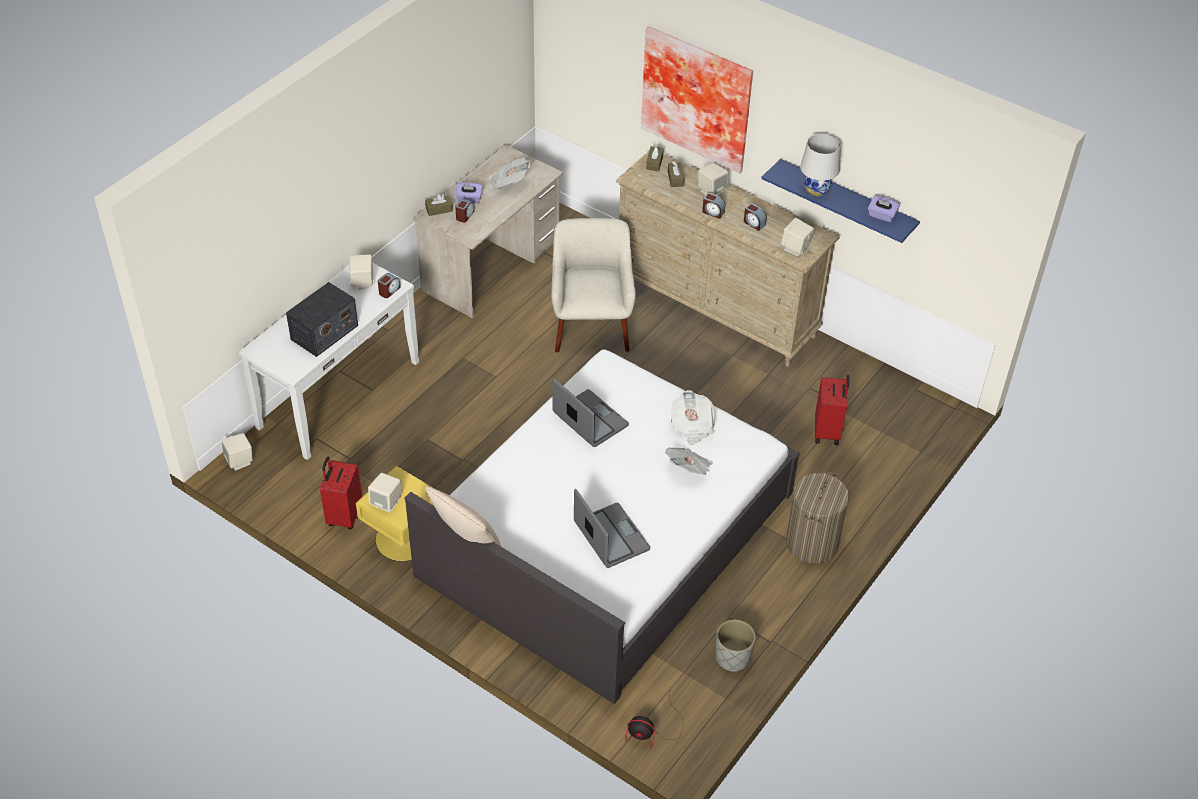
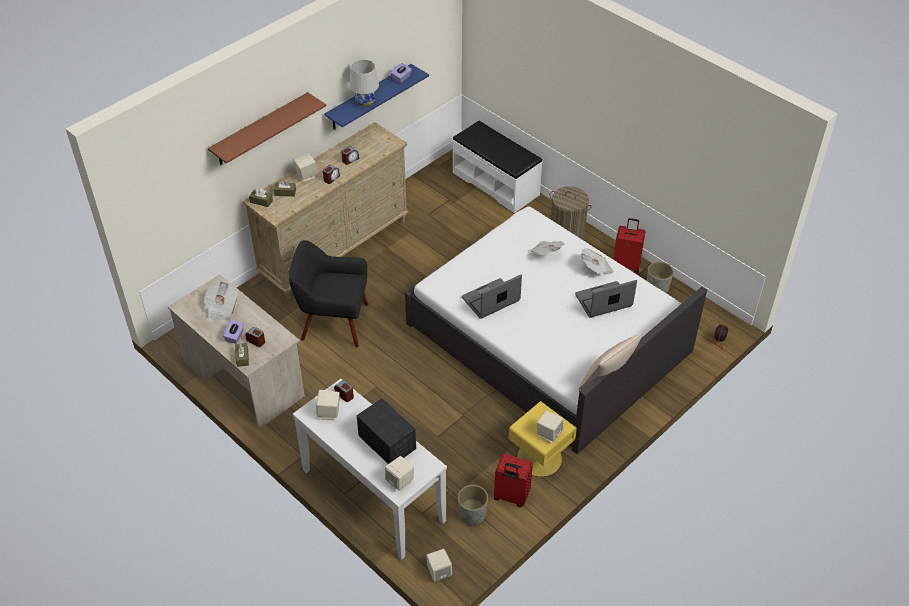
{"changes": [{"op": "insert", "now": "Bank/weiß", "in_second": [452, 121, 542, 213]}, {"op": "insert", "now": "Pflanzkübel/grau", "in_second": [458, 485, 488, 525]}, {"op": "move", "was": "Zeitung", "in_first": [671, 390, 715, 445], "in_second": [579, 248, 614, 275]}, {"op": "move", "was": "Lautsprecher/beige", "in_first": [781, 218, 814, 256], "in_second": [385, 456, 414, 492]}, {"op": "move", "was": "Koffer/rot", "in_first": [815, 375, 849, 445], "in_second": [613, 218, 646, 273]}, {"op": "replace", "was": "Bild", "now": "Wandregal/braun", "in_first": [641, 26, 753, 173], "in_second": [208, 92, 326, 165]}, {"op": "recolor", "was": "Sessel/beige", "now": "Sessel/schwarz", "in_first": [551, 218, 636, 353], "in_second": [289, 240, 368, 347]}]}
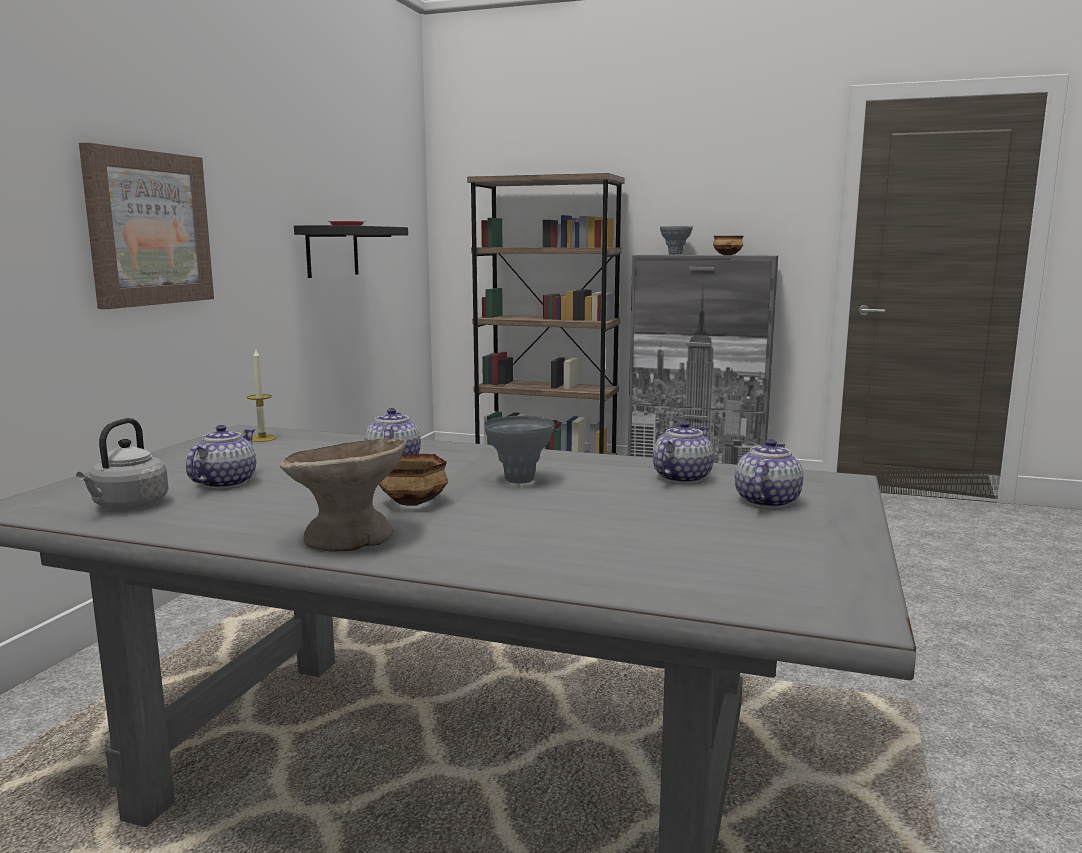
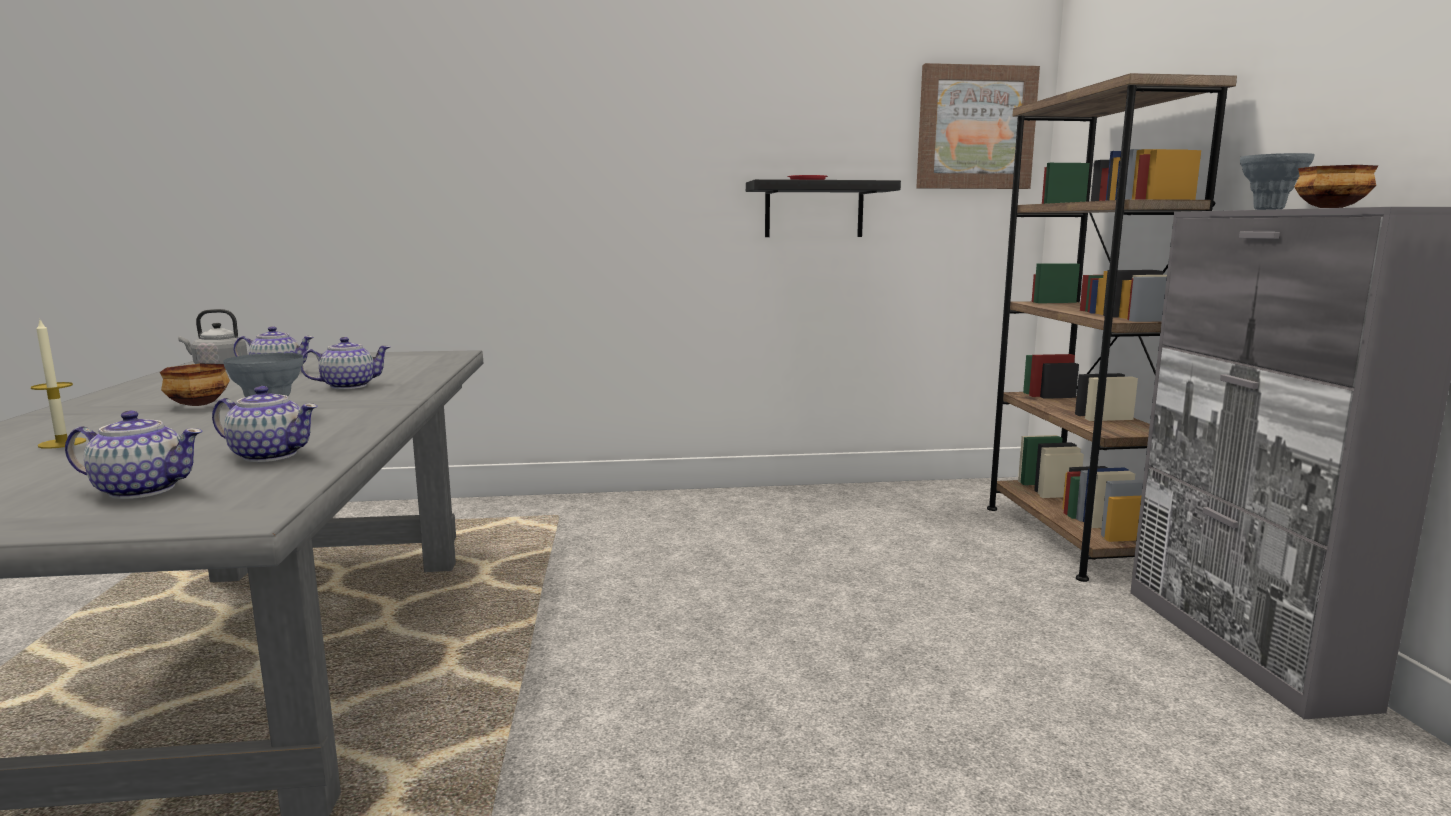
{"changes": [{"op": "delete", "was": "Schüssel/beige", "in_first": [279, 438, 407, 552]}, {"op": "move", "was": "Bild", "in_first": [79, 142, 214, 309], "in_second": [916, 63, 1040, 189]}, {"op": "move", "was": "Kerze", "in_first": [247, 350, 277, 442], "in_second": [31, 318, 86, 449]}]}
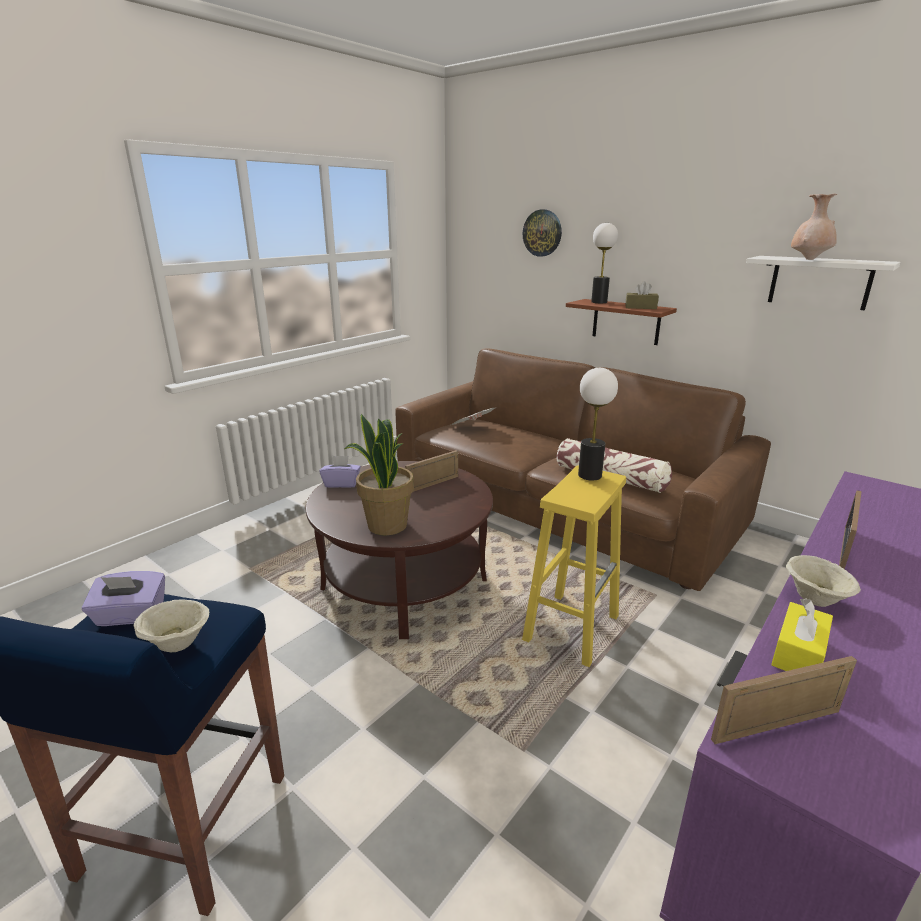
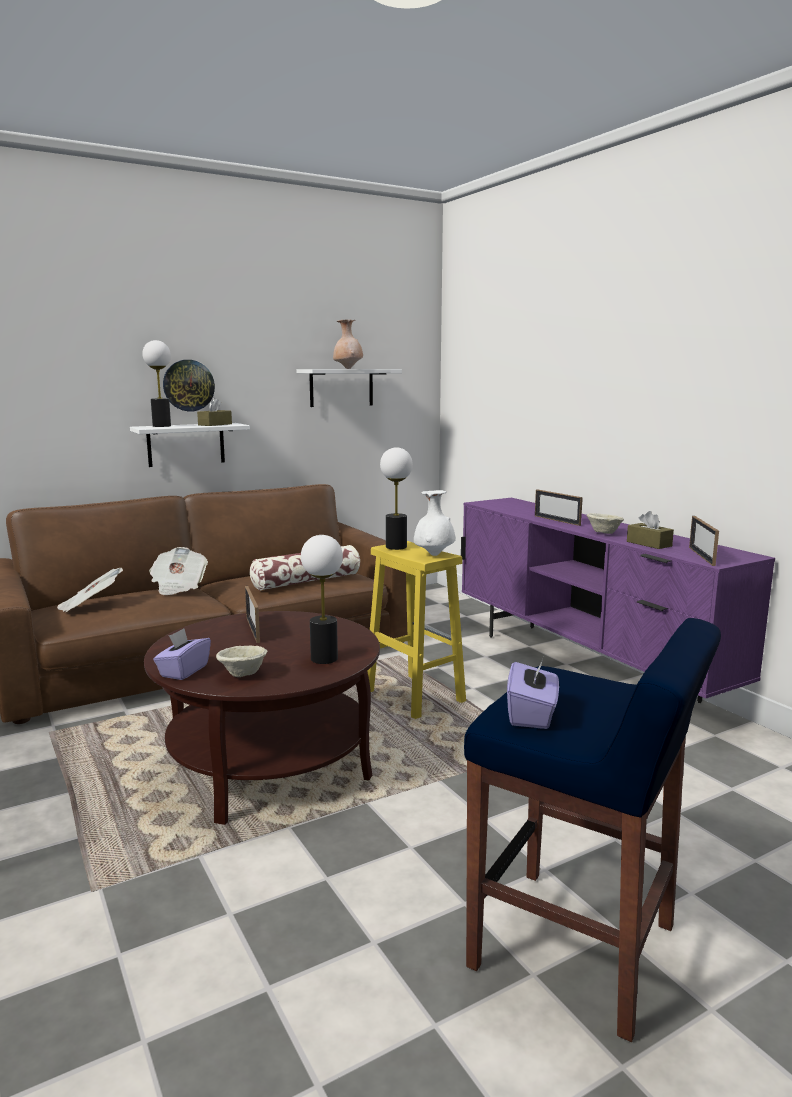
{"changes": [{"op": "insert", "now": "Zeitung", "in_second": [149, 547, 208, 595]}, {"op": "insert", "now": "Vase/weiß", "in_second": [414, 490, 456, 556]}, {"op": "move", "was": "Schüssel/beige", "in_first": [134, 600, 209, 652], "in_second": [216, 646, 267, 677]}, {"op": "move", "was": "Wanduhr", "in_first": [523, 210, 562, 257], "in_second": [163, 360, 215, 412]}, {"op": "replace", "was": "Topfpflanze", "now": "Tischlampe", "in_first": [345, 414, 414, 535], "in_second": [301, 535, 343, 664]}, {"op": "recolor", "was": "Wandregal/braun", "now": "Wandregal/weiß", "in_first": [566, 299, 677, 345], "in_second": [130, 423, 250, 467]}, {"op": "recolor", "was": "Taschentuchbox/gelb", "now": "Taschentuchbox/braun", "in_first": [771, 598, 833, 671], "in_second": [627, 511, 674, 549]}]}
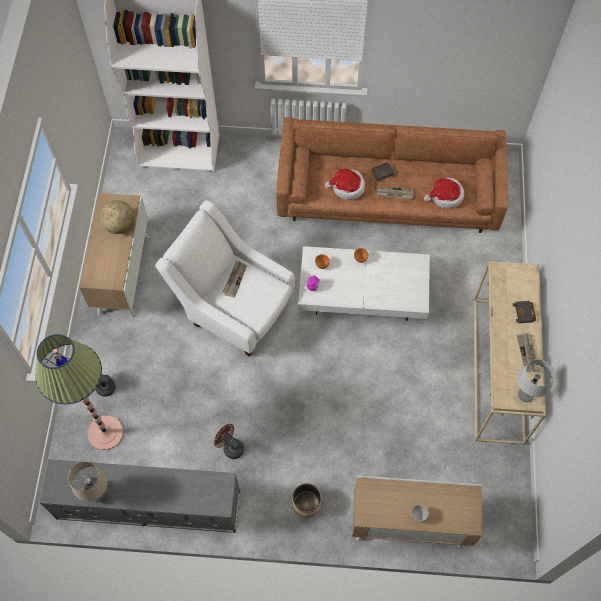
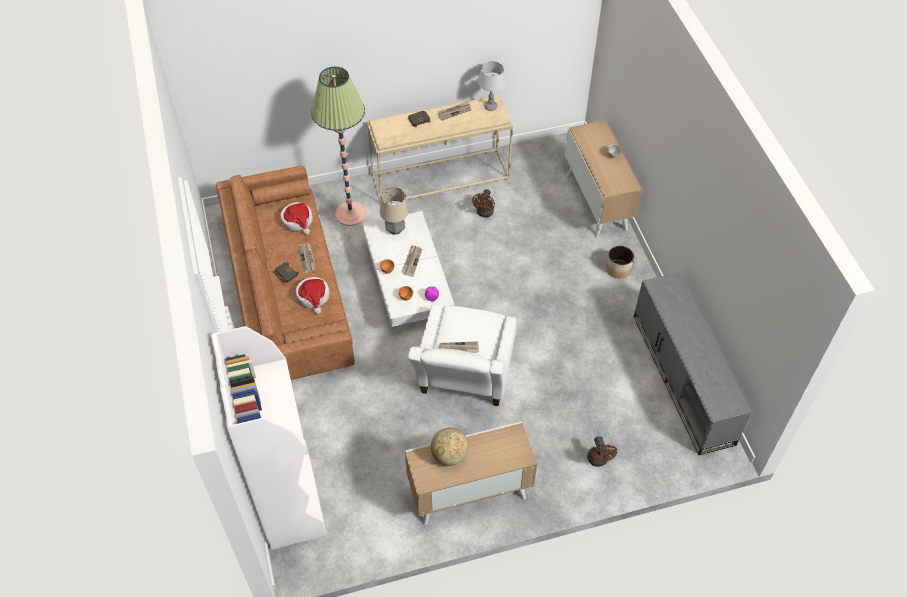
{"changes": [{"op": "insert", "now": "Zeitung", "in_second": [401, 245, 422, 277]}, {"op": "move", "was": "Stehlampe", "in_first": [35, 334, 123, 450], "in_second": [311, 67, 366, 226]}, {"op": "move", "was": "Tischlampe", "in_first": [68, 461, 108, 503], "in_second": [380, 187, 408, 235]}, {"op": "move", "was": "Ventilator/braun", "in_first": [214, 424, 244, 459], "in_second": [472, 189, 495, 217]}]}
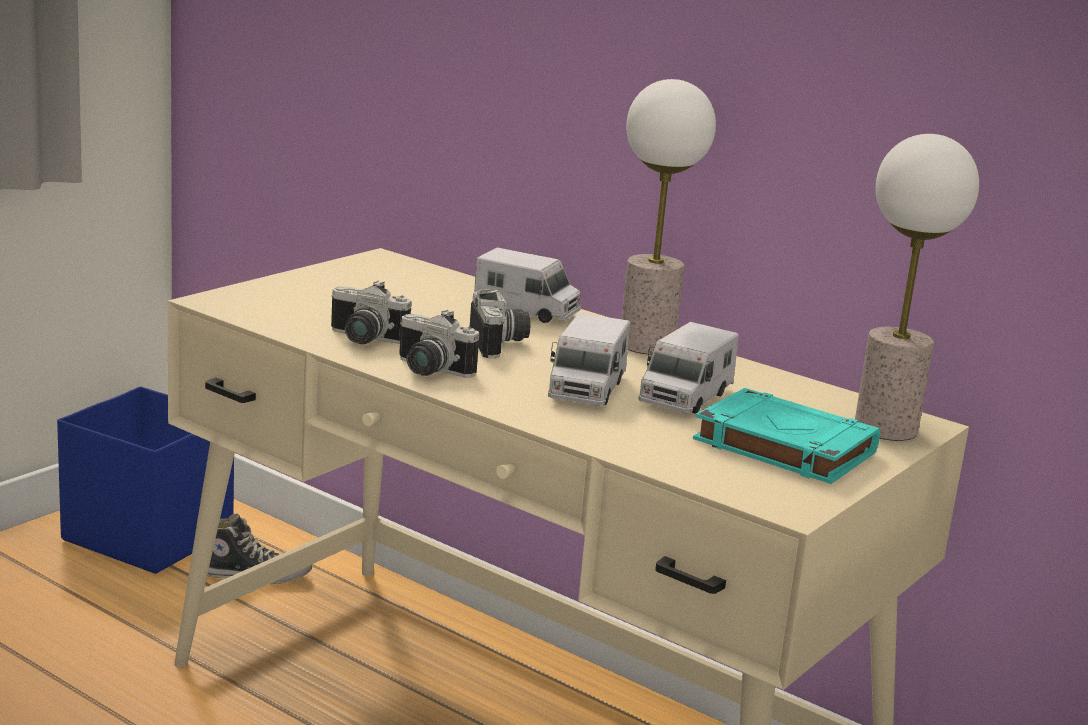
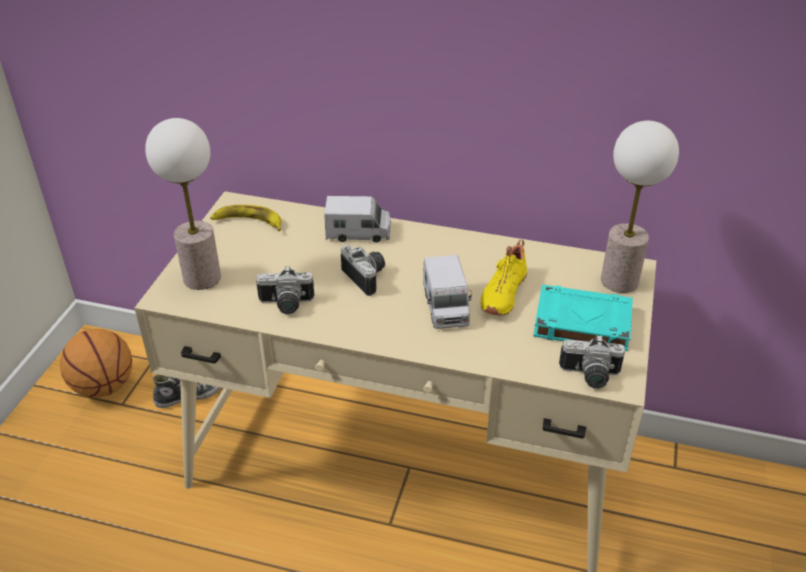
{"changes": [{"op": "insert", "now": "Banane", "in_second": [210, 205, 282, 231]}, {"op": "move", "was": "Kamera", "in_first": [399, 310, 479, 378], "in_second": [559, 335, 625, 389]}, {"op": "move", "was": "Tischlampe", "in_first": [621, 79, 716, 355], "in_second": [145, 118, 221, 290]}, {"op": "replace", "was": "Aufbewahrungsbox/blau", "now": "Basketball", "in_first": [57, 387, 234, 574], "in_second": [60, 329, 132, 398]}, {"op": "replace", "was": "Spielzeuglaster", "now": "Schuh/gelb", "in_first": [639, 322, 739, 414], "in_second": [481, 240, 527, 316]}]}
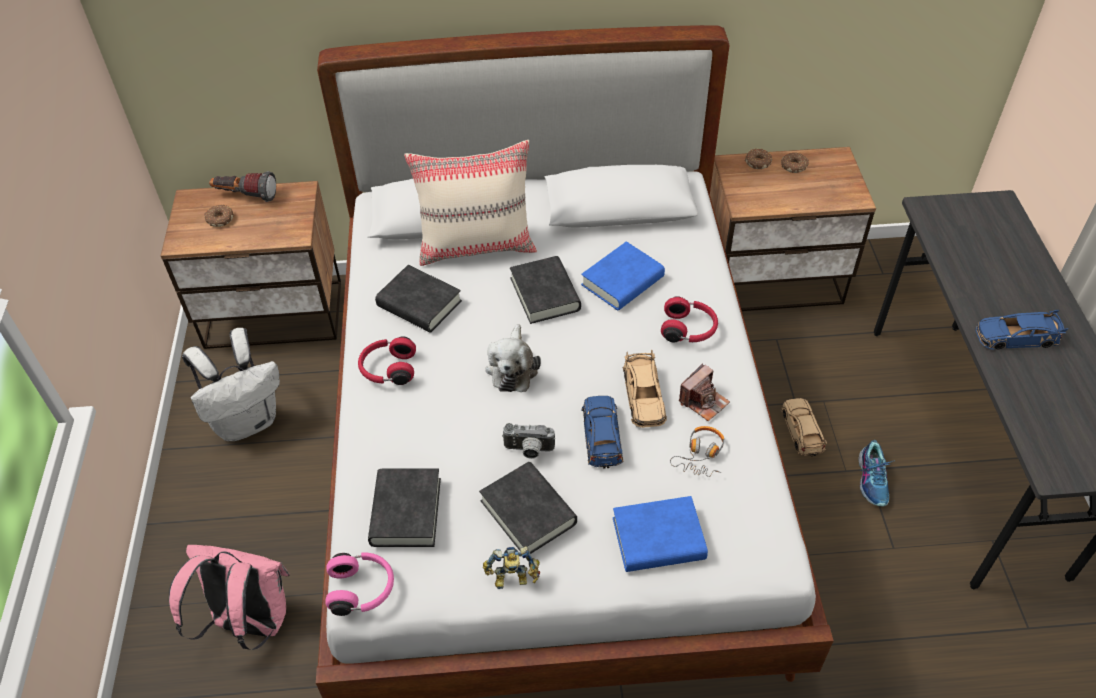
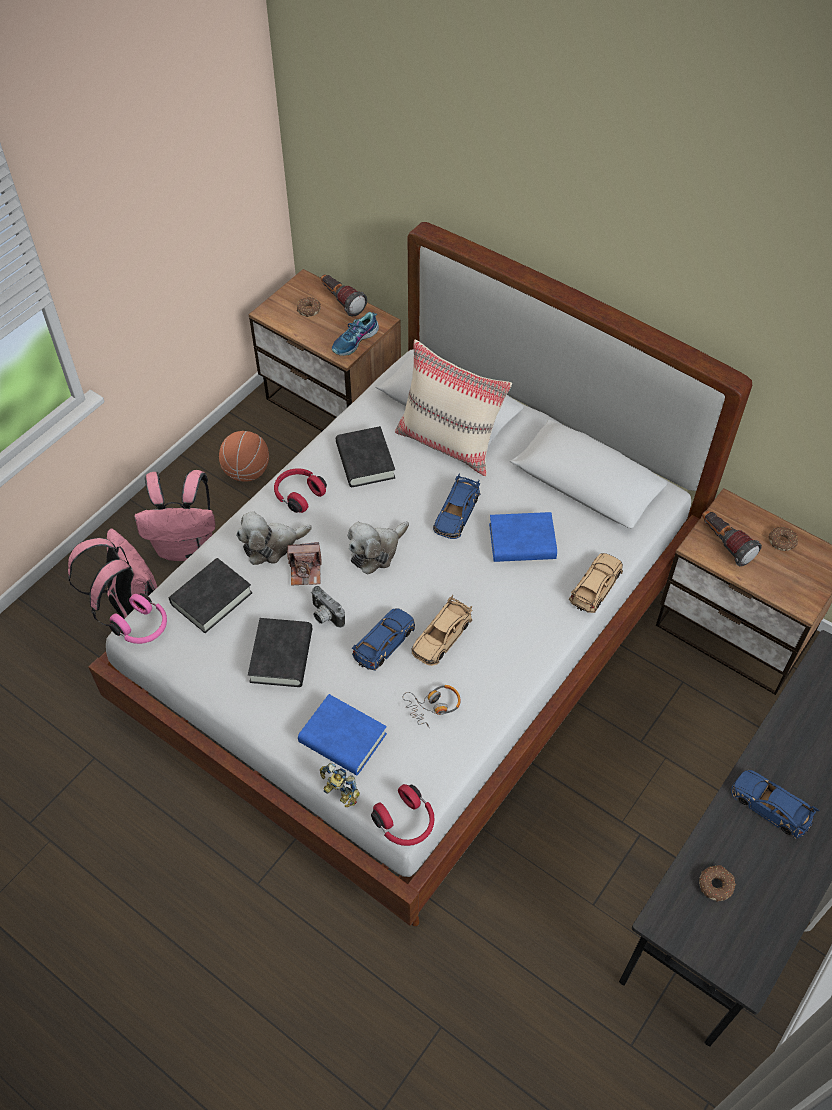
{"changes": [{"op": "insert", "now": "Rucksack/rosa", "in_second": [135, 470, 215, 561]}, {"op": "insert", "now": "Plüschtier", "in_second": [236, 511, 312, 565]}, {"op": "insert", "now": "Taschenlampe", "in_second": [702, 510, 762, 567]}, {"op": "move", "was": "Spielzeugroboter", "in_first": [483, 546, 540, 589], "in_second": [320, 763, 360, 807]}, {"op": "move", "was": "Kopfhörer/rot", "in_first": [661, 296, 718, 343], "in_second": [371, 784, 435, 846]}, {"op": "move", "was": "Kamera", "in_first": [679, 363, 730, 421], "in_second": [287, 542, 321, 585]}, {"op": "move", "was": "Donut", "in_first": [745, 149, 772, 169], "in_second": [699, 865, 736, 902]}, {"op": "move", "was": "Spielzeugauto/beige", "in_first": [781, 398, 827, 457], "in_second": [569, 553, 623, 613]}, {"op": "move", "was": "Schuh", "in_first": [858, 440, 893, 506], "in_second": [332, 312, 379, 356]}, {"op": "replace", "was": "Rucksack/weiß", "now": "Basketball", "in_first": [182, 328, 280, 441], "in_second": [219, 431, 269, 482]}, {"op": "replace", "was": "Buch/schwarz", "now": "Spielzeugauto/blau", "in_first": [510, 256, 581, 324], "in_second": [433, 474, 481, 539]}]}
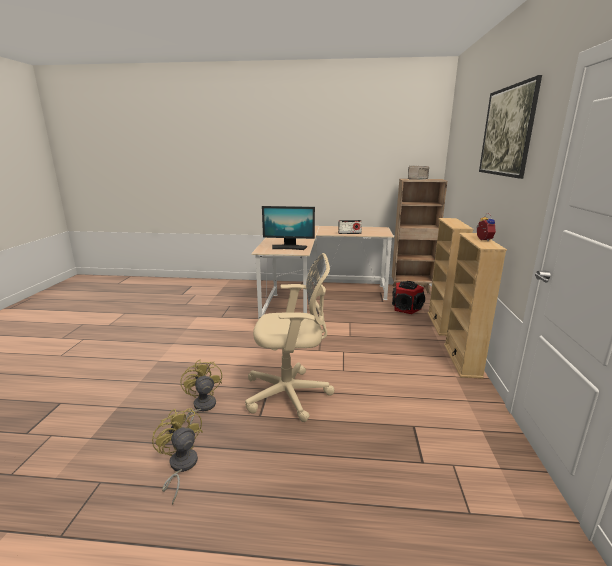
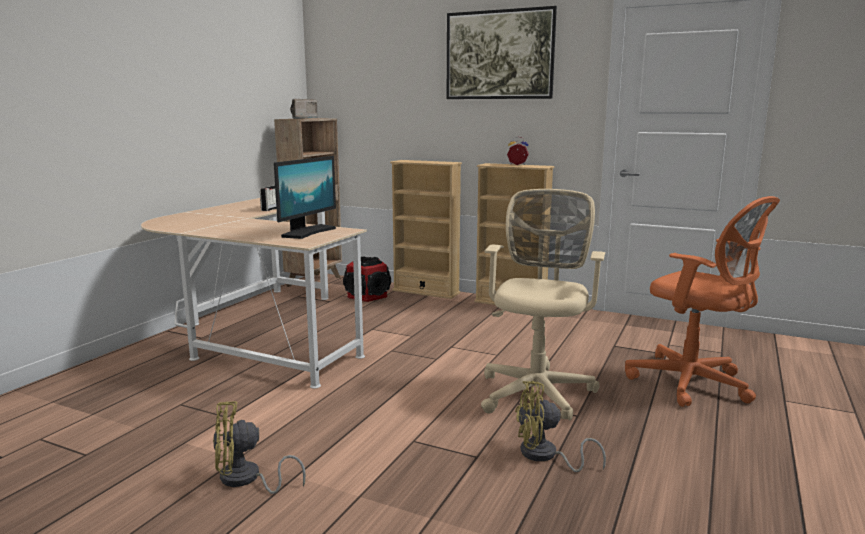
{"changes": [{"op": "insert", "now": "Bürostuhl/orange", "in_second": [625, 196, 780, 407]}, {"op": "move", "was": "Ventilator/gelb", "in_first": [152, 408, 203, 505], "in_second": [213, 401, 306, 494]}]}
